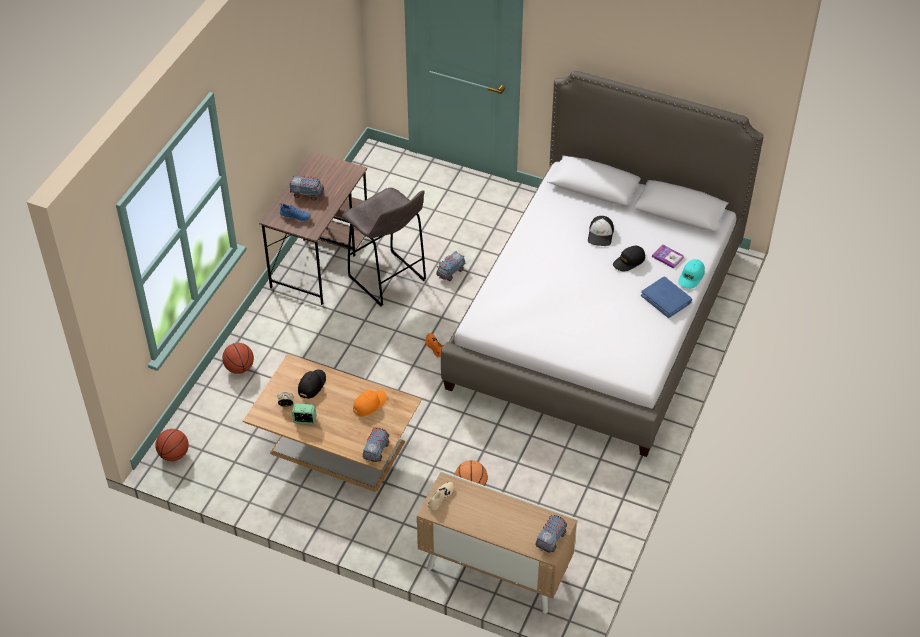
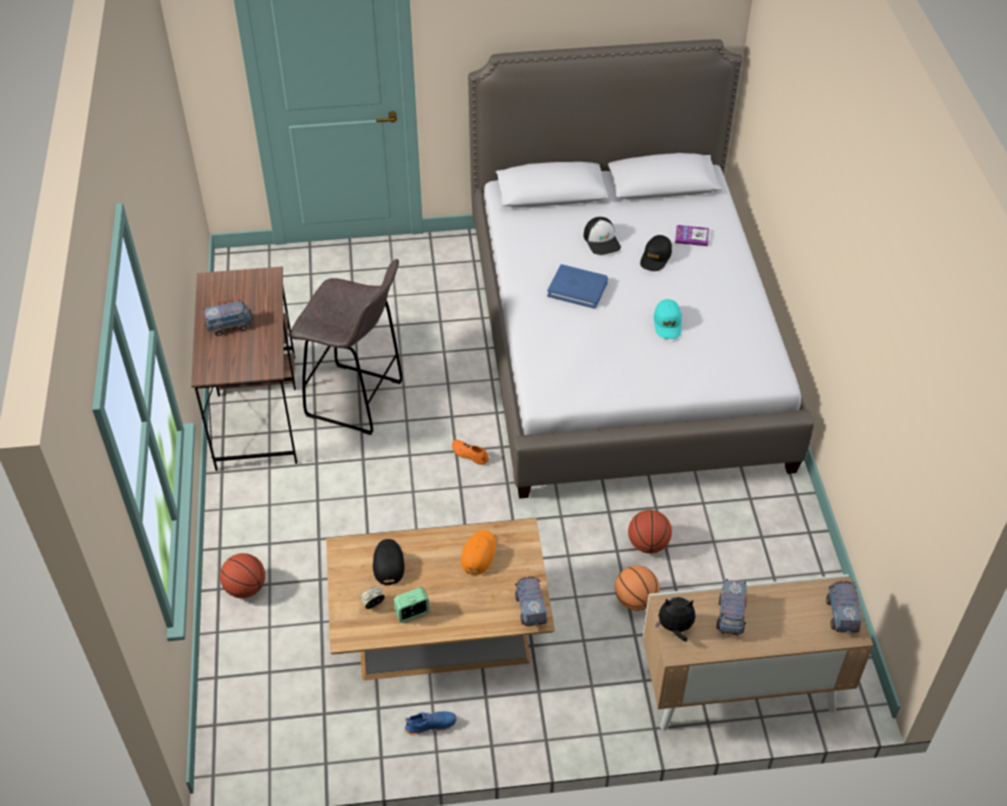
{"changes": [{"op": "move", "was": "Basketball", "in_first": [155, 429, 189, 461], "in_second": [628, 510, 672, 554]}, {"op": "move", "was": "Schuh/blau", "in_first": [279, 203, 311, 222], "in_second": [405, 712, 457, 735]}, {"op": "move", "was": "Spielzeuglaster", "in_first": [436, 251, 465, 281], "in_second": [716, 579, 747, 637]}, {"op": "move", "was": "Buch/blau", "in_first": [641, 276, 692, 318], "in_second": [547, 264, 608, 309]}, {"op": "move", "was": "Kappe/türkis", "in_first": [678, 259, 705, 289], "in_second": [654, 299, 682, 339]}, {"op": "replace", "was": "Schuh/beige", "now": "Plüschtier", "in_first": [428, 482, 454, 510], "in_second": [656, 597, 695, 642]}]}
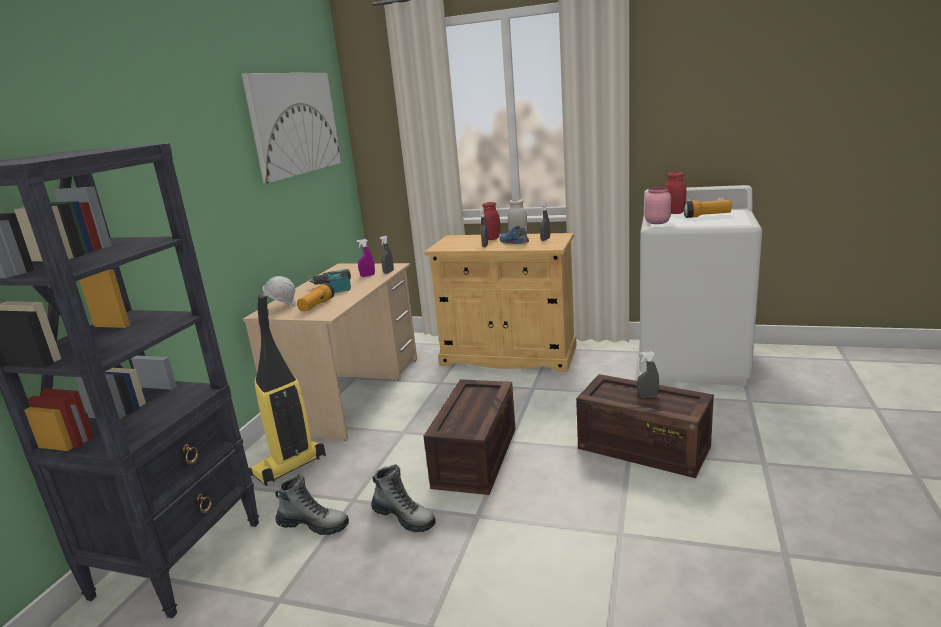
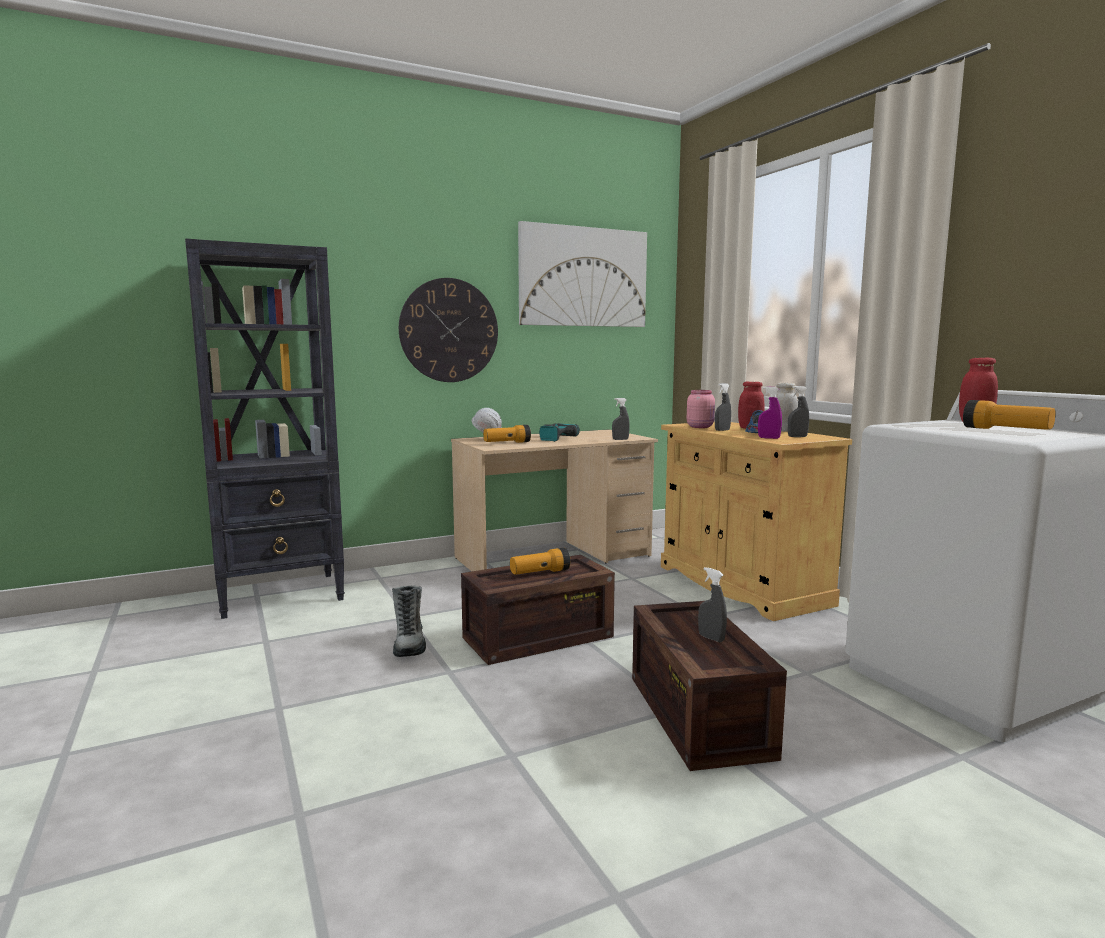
{"changes": [{"op": "delete", "was": "Staubsauger", "in_first": [249, 293, 326, 486]}, {"op": "delete", "was": "Stiefel", "in_first": [275, 474, 349, 535]}, {"op": "insert", "now": "Wanduhr", "in_second": [399, 278, 498, 382]}, {"op": "insert", "now": "Taschenlampe", "in_second": [510, 548, 571, 575]}, {"op": "move", "was": "Sprühflasche/lila", "in_first": [356, 239, 375, 277], "in_second": [758, 386, 782, 439]}, {"op": "move", "was": "Vorratsglas/rosa", "in_first": [645, 187, 671, 224], "in_second": [687, 390, 715, 428]}]}
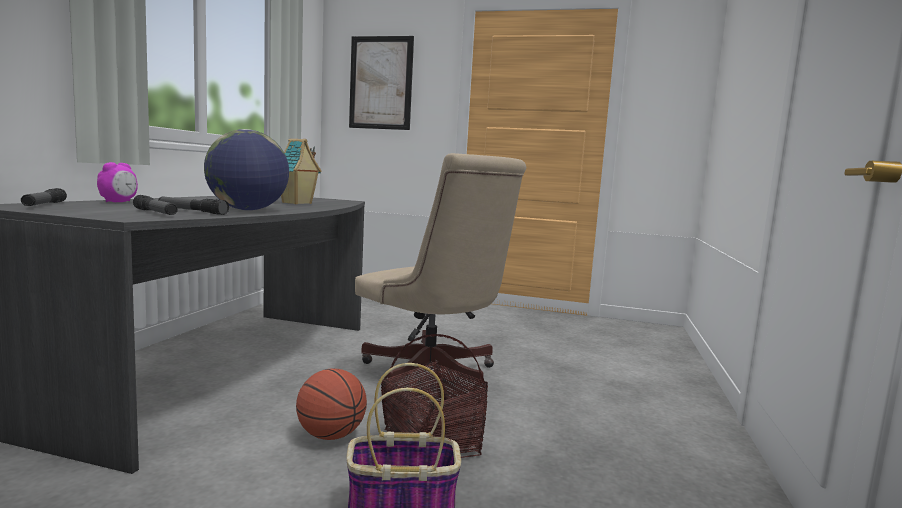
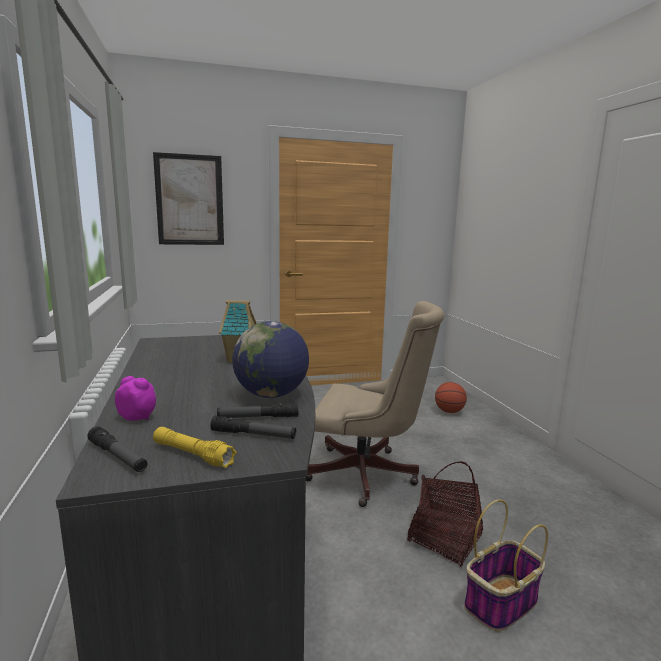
{"changes": [{"op": "insert", "now": "Taschenlampe/gelb", "in_second": [153, 427, 237, 468]}, {"op": "move", "was": "Basketball", "in_first": [296, 369, 367, 440], "in_second": [435, 382, 467, 413]}, {"op": "rotate", "was": "Wecker", "in_first": [97, 162, 138, 202], "in_second": [115, 376, 156, 421], "clockwise": -60}]}
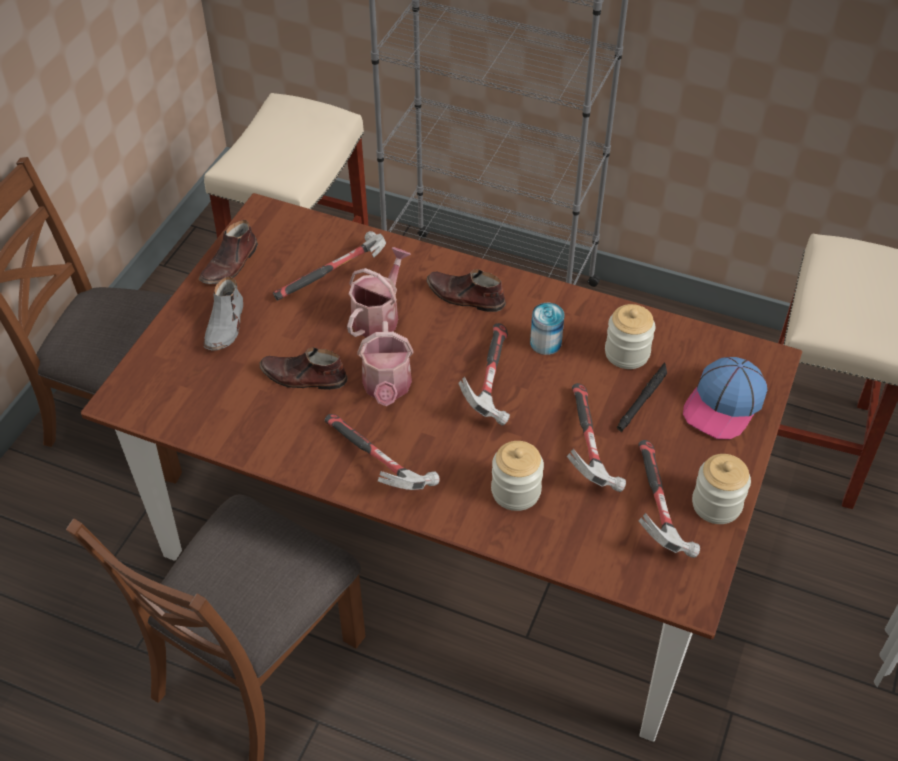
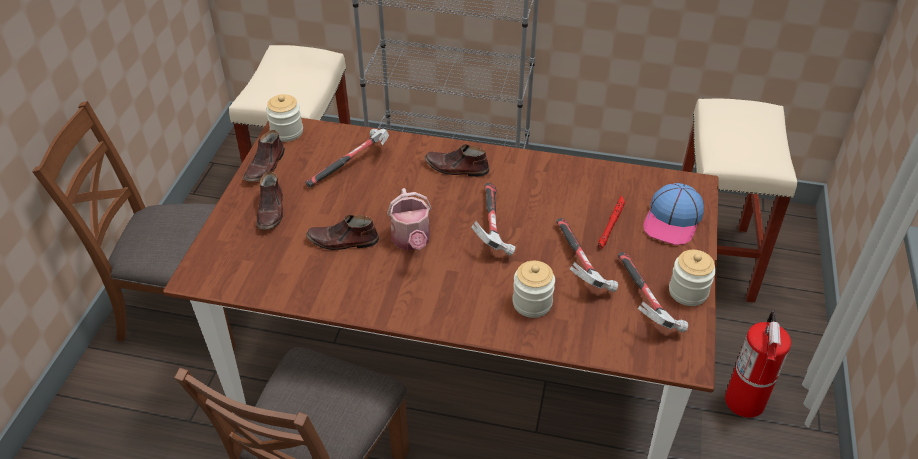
{"changes": [{"op": "delete", "was": "Hammer", "in_first": [325, 414, 440, 490]}, {"op": "delete", "was": "Gießkanne", "in_first": [347, 247, 411, 337]}, {"op": "delete", "was": "Dose", "in_first": [530, 303, 565, 355]}, {"op": "insert", "now": "Feuerlöscher", "in_second": [725, 311, 791, 418]}, {"op": "move", "was": "Vorratsglas", "in_first": [605, 304, 655, 369], "in_second": [266, 94, 303, 142]}, {"op": "recolor", "was": "Schuh/grau", "now": "Schuh/braun", "in_first": [204, 276, 243, 350], "in_second": [257, 171, 283, 229]}, {"op": "recolor", "was": "Taschenlampe/schwarz", "now": "Taschenlampe/rot", "in_first": [617, 362, 667, 432], "in_second": [598, 196, 625, 249]}]}
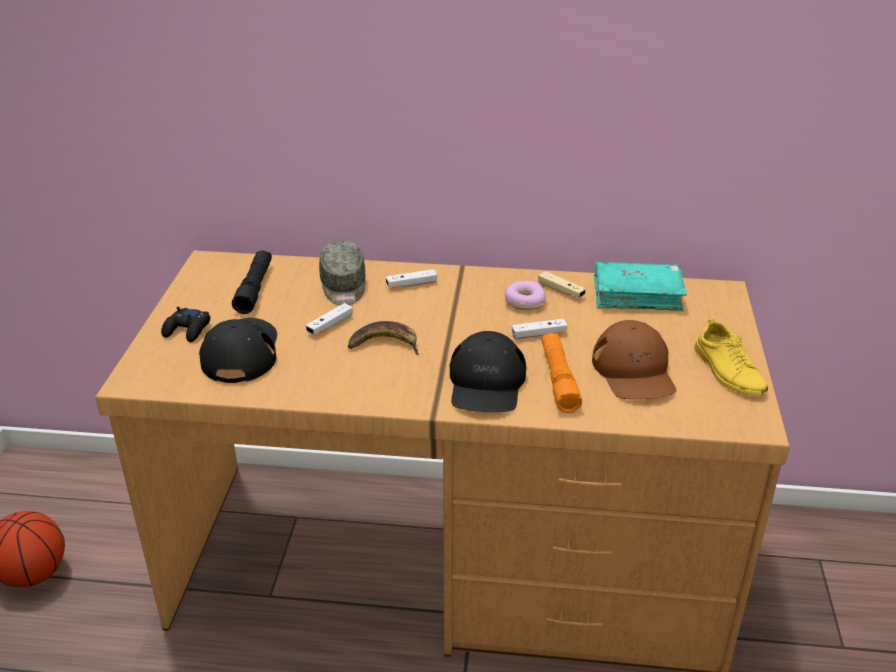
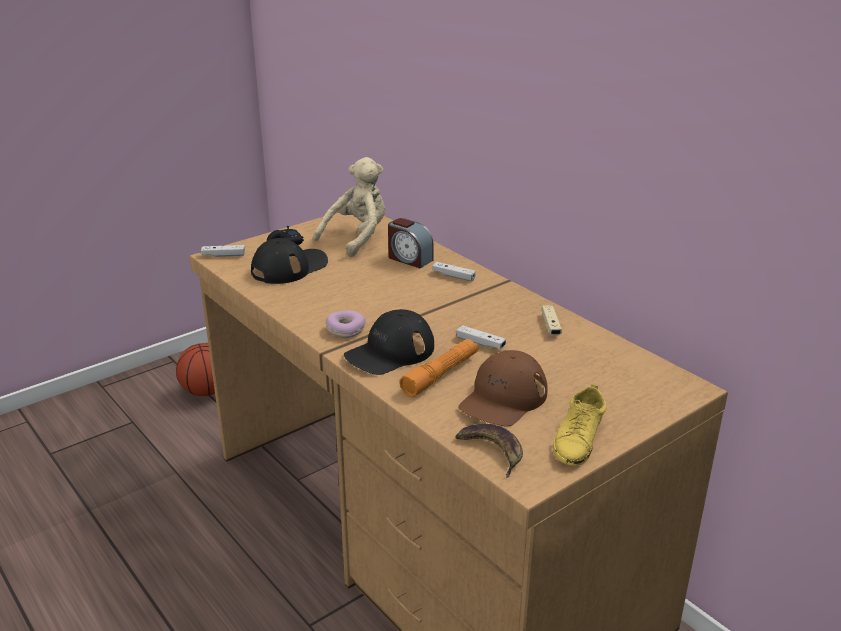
{"changes": [{"op": "delete", "was": "Buch/türkis", "in_first": [594, 262, 687, 311]}, {"op": "move", "was": "Gamepad/weiß", "in_first": [306, 303, 353, 335], "in_second": [201, 245, 245, 257]}, {"op": "move", "was": "Banane", "in_first": [348, 321, 419, 355], "in_second": [455, 424, 523, 478]}, {"op": "move", "was": "Donut", "in_first": [505, 281, 546, 310], "in_second": [326, 310, 366, 338]}, {"op": "replace", "was": "Taschenlampe/schwarz", "now": "Plüschtier/beige", "in_first": [232, 251, 272, 314], "in_second": [313, 157, 385, 257]}, {"op": "replace", "was": "Kappe/grau", "now": "Wecker", "in_first": [319, 241, 365, 305], "in_second": [388, 218, 434, 268]}]}
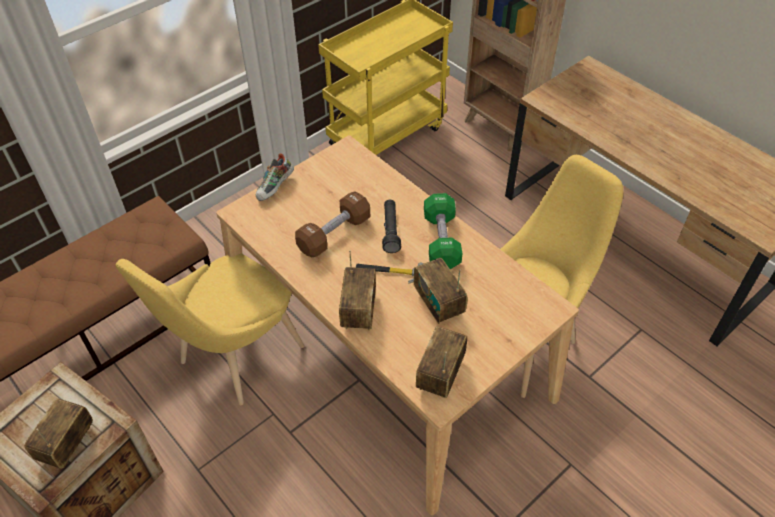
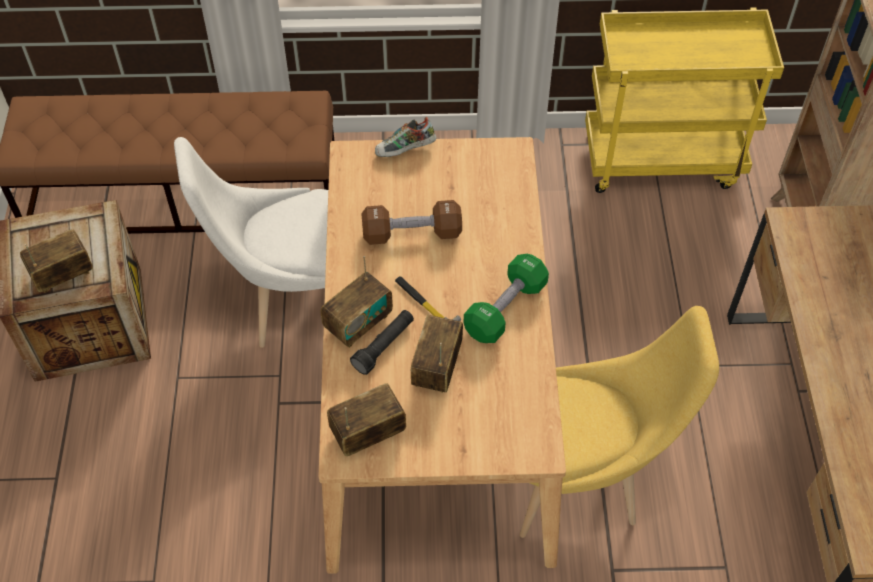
{"changes": [{"op": "move", "was": "Taschenlampe/schwarz", "in_first": [382, 200, 401, 253], "in_second": [350, 310, 414, 375]}, {"op": "recolor", "was": "Stuhl/gelb", "now": "Stuhl/weiß", "in_first": [115, 254, 304, 405], "in_second": [174, 137, 328, 348]}]}
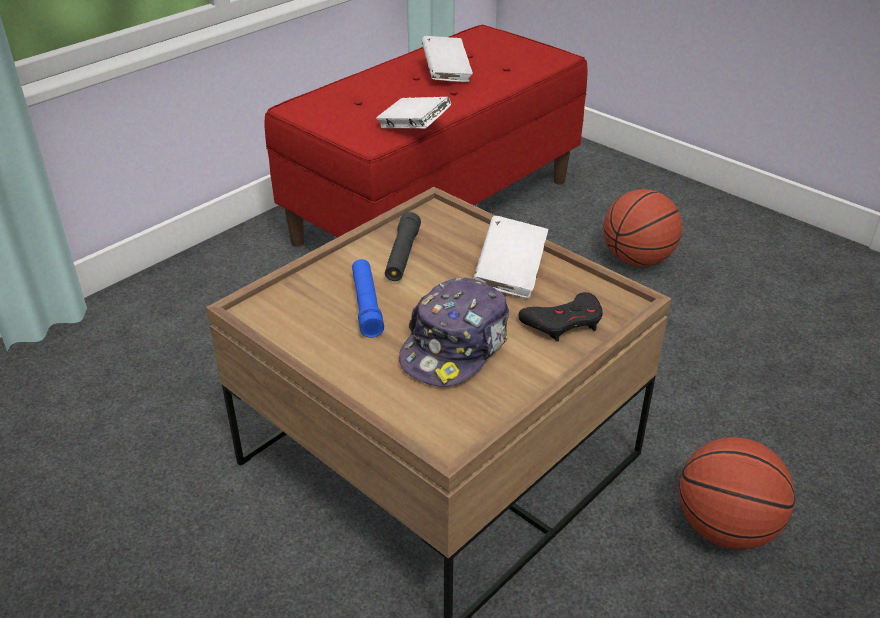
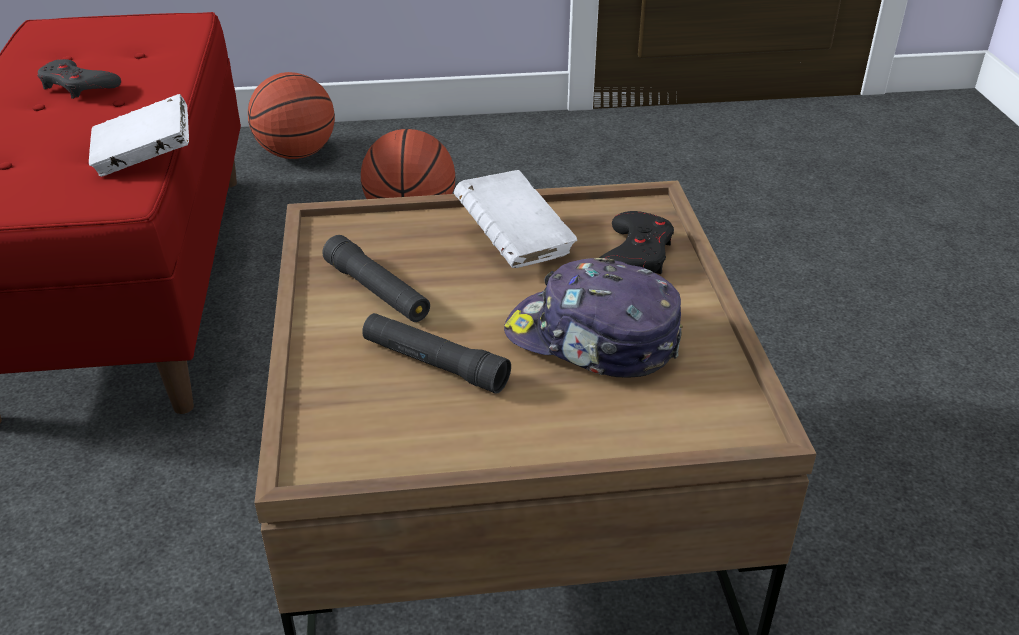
{"changes": [{"op": "move", "was": "Basketball", "in_first": [679, 437, 795, 550], "in_second": [248, 72, 335, 159]}, {"op": "replace", "was": "Buch/weiß", "now": "Gamepad/grau", "in_first": [421, 36, 473, 82], "in_second": [37, 59, 121, 99]}, {"op": "recolor", "was": "Taschenlampe/blau", "now": "Taschenlampe/schwarz", "in_first": [352, 259, 384, 338], "in_second": [362, 313, 511, 393]}, {"op": "rotate", "was": "Kappe", "in_first": [399, 277, 509, 387], "in_second": [504, 258, 683, 377], "clockwise": 135}]}
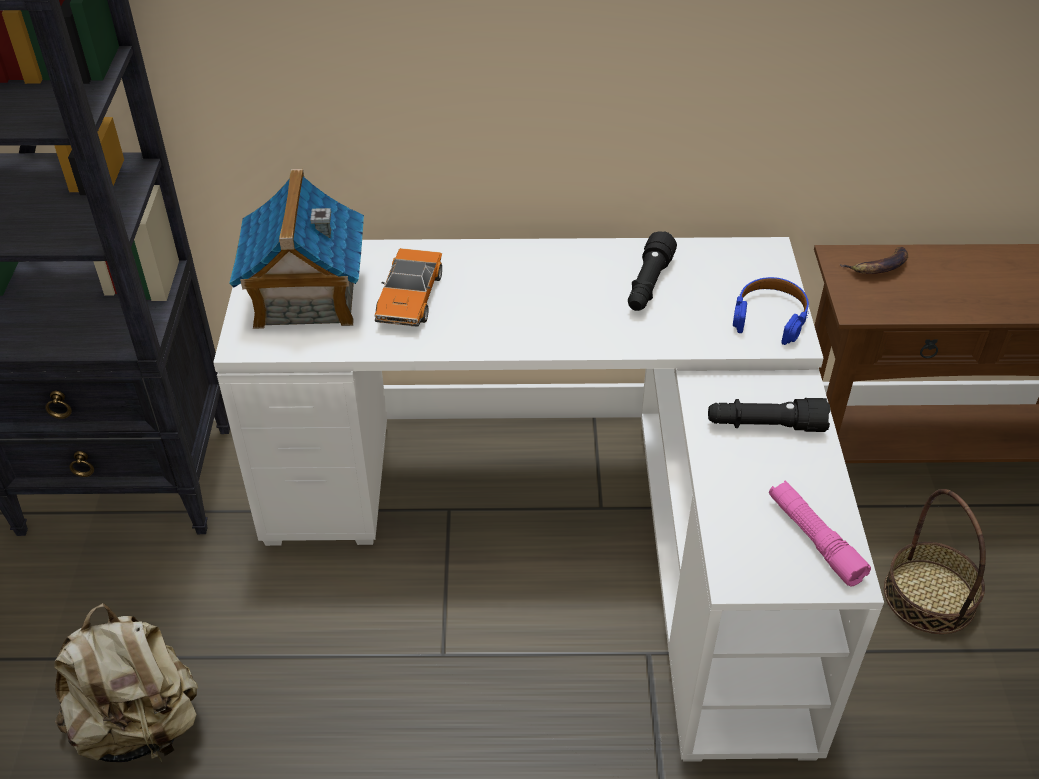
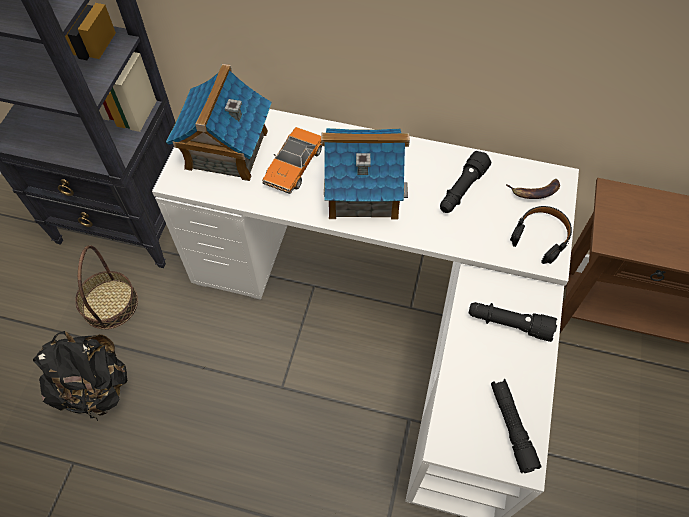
{"changes": [{"op": "insert", "now": "Spielzeughaus", "in_second": [321, 128, 410, 220]}, {"op": "move", "was": "Banane", "in_first": [840, 247, 908, 274], "in_second": [506, 179, 560, 199]}, {"op": "move", "was": "Korb", "in_first": [884, 489, 986, 634], "in_second": [75, 245, 138, 329]}, {"op": "recolor", "was": "Rucksack/beige", "now": "Rucksack/schwarz", "in_first": [54, 603, 198, 762], "in_second": [33, 331, 127, 421]}, {"op": "recolor", "was": "Kopfhörer/blau", "now": "Kopfhörer/schwarz", "in_first": [733, 277, 809, 345], "in_second": [510, 206, 572, 264]}, {"op": "recolor", "was": "Taschenlampe/rosa", "now": "Taschenlampe/schwarz", "in_first": [769, 481, 871, 586], "in_second": [491, 379, 542, 473]}]}
